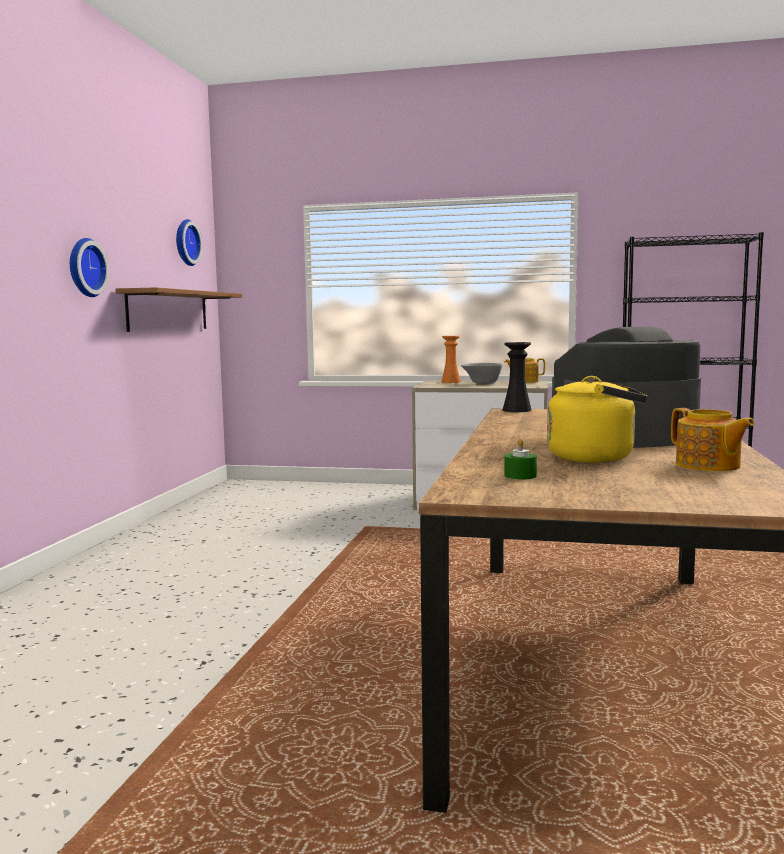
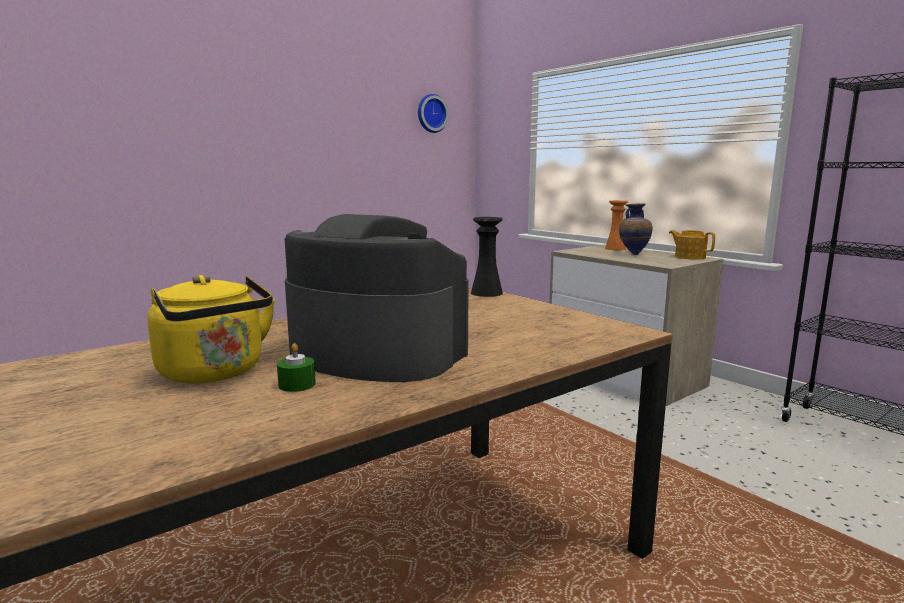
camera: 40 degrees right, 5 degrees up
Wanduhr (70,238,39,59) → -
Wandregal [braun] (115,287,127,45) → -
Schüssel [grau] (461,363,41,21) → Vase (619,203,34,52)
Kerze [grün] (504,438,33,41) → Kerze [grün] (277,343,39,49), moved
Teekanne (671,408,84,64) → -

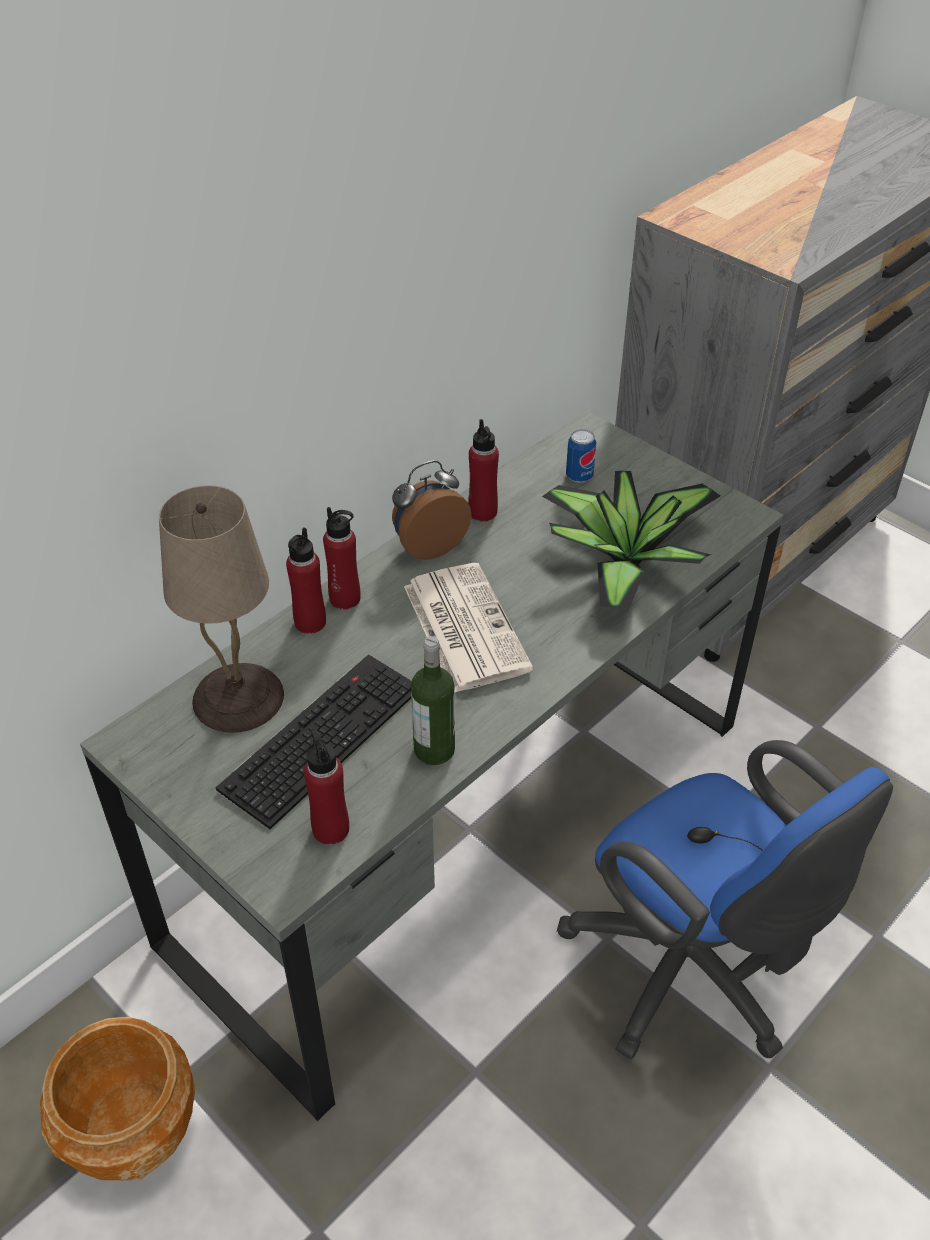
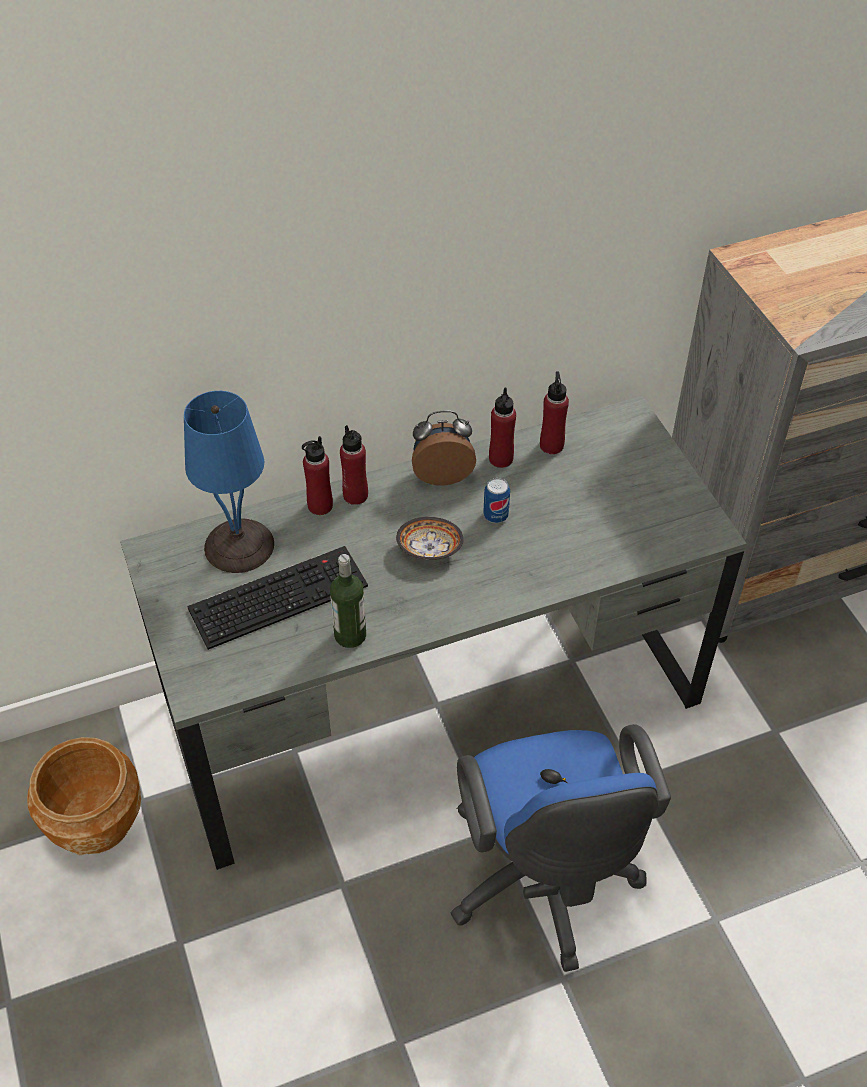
camera: 25 degrees right, 5 degrees up
Tischlampe [beige] (159,485,125,248) → Tischlampe [blau] (184,391,90,182)
Flasche [rot] (304,729,45,116) → Flasche [rot] (540,371,29,83), moved
Zeitung (404,563,129,129) → Schüssel (396,517,68,43)
Topfpflanze (542,470,178,143) → -
Dose (566,429,30,54) → Dose (483,478,27,45), moved

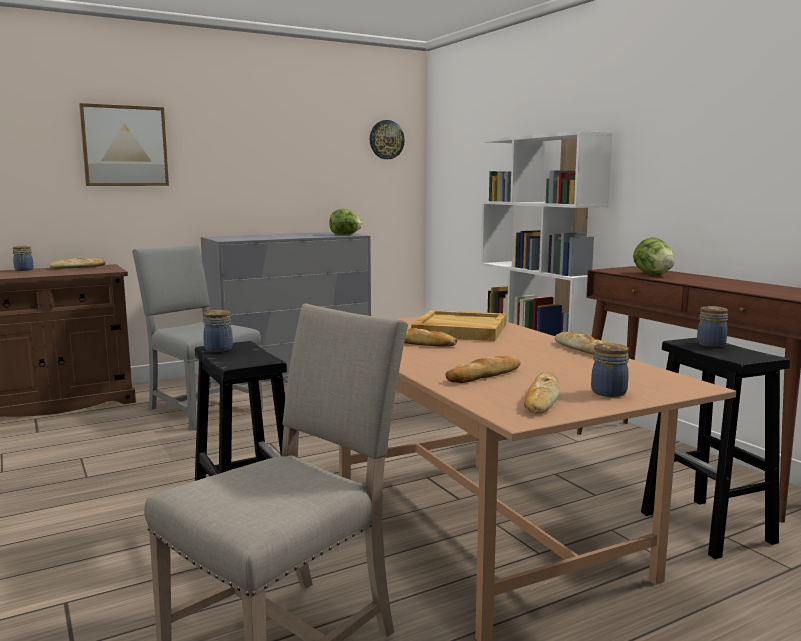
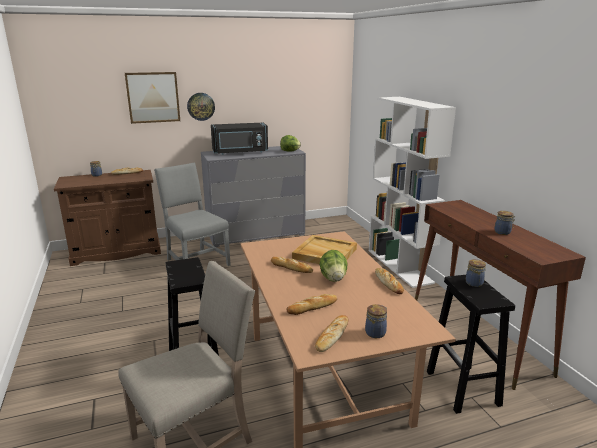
camera: 10 degrees right, 10 degrees up
Vorratsglas (203,310,30,42) → Vorratsglas (494,211,21,24), moved
Wanduhr (370,120,35,39) → Wanduhr (187,93,28,28), moved
Salatkopf (633,237,42,38) → Salatkopf (319,250,29,32), moved
- → Mikrowelle [schwarz] (211,122,57,33)

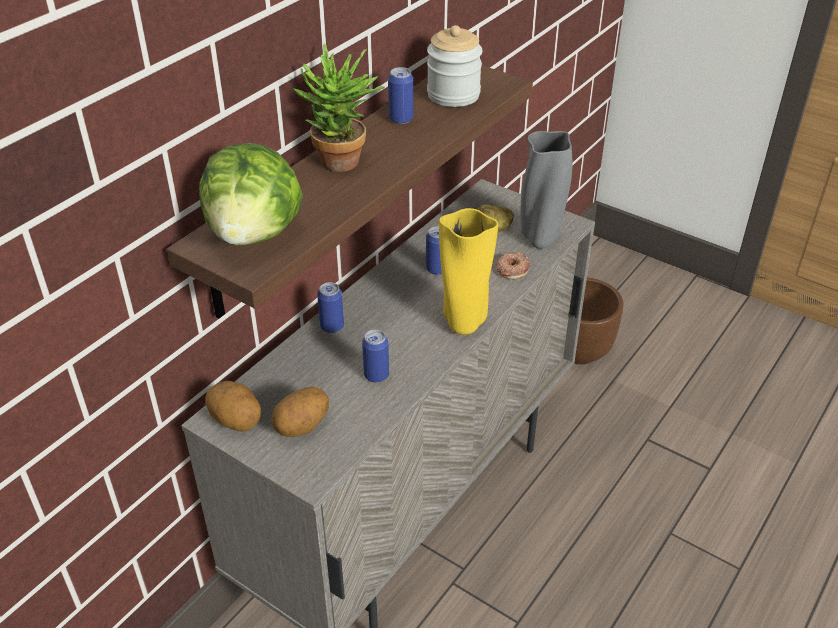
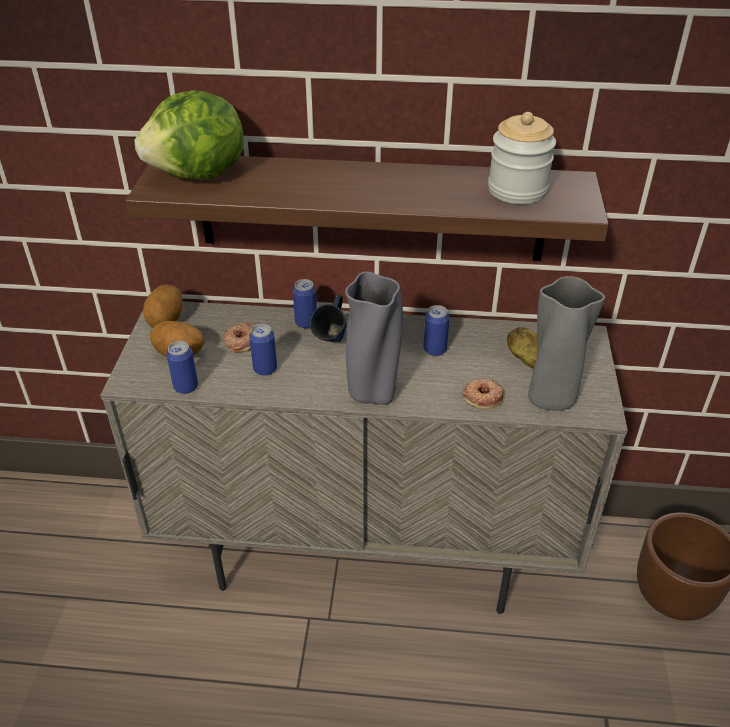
camera: 60 degrees right, 0 degrees up
Topfpflanze (292,44,93,128) → -
Dose (388,67,25,57) → Dose (166,341,32,53), moved
Vase [gelb] (439,208,59,127) → Vase [grau] (345,271,58,134)
- → Donut (223,323,30,29)
- → Henkelbecher [blau] (310,295,37,47)

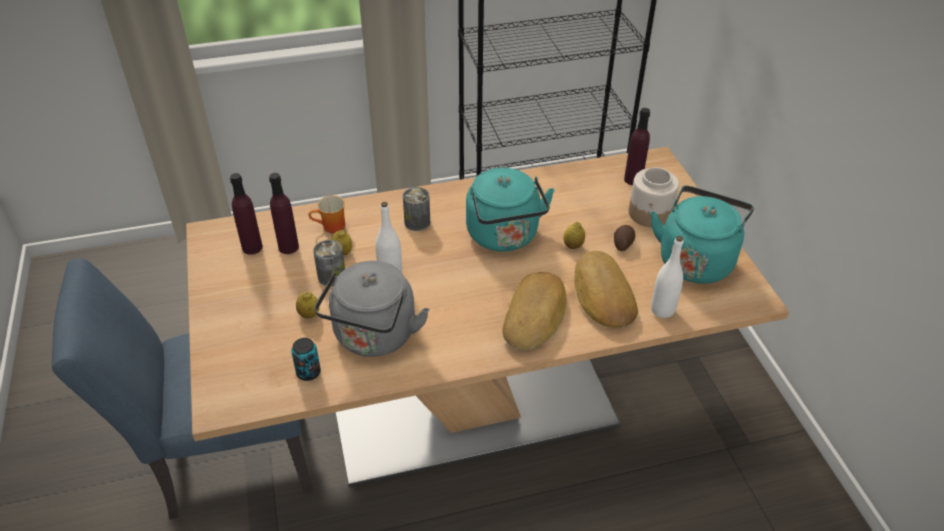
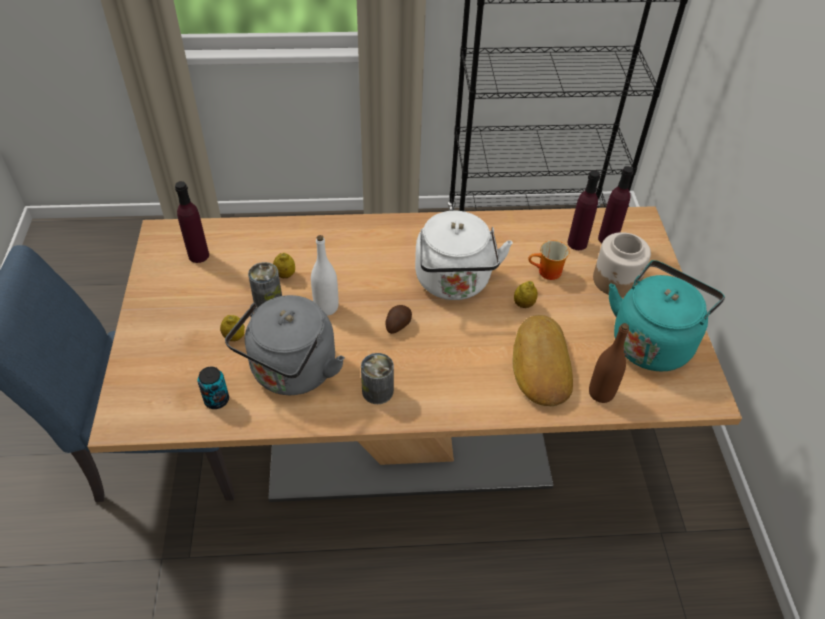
camera: 10 degrees right, 5 degrees up
Flasche [lila] (269,173,30,81) → Flasche [lila] (567,170,33,80), moved
Henkelbecher (308,195,37,38) → Henkelbecher (528,240,42,40), moved
Dose (403,187,27,44) → Dose (361,353,33,51), moved
Wasserkessel [türkis] (466,168,89,83) → Wasserkessel [weiß] (415,211,98,89)
Brot (502,272,64,78) → -
Kartoffel (614,225,21,26) → Kartoffel (386,305,26,29), moved
Flasche [weiß] (651,236,32,82) → Flasche [braun] (589,323,40,80)

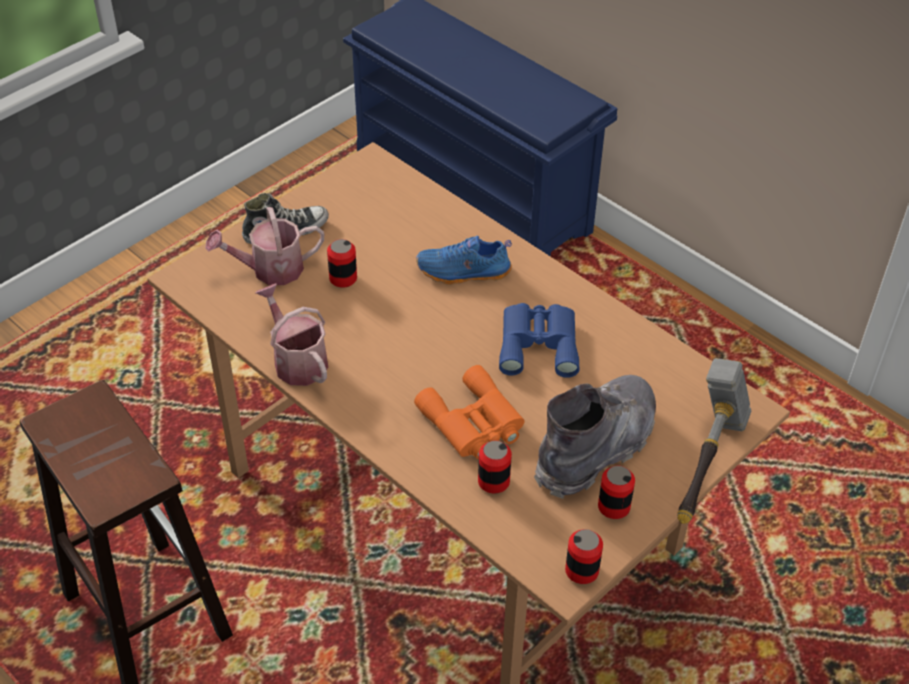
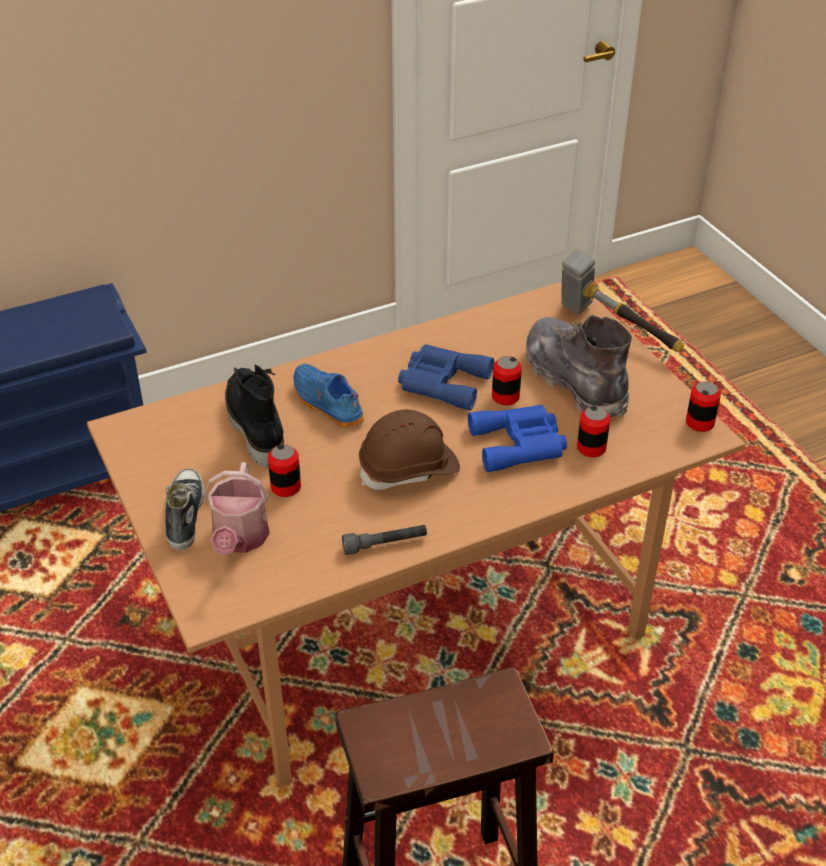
camera: 70 degrees left, 5 degrees down
Gießkanne (256,283,72,103) → Taschenlampe [grau] (342,525,85,30)
Fernglas [orange] (414,365,111,94) → Fernglas [blau] (468,405,99,67)
Schuh [blau] (416,236,96,49) → Schuh [blau] (293,364,72,64), 120 degrees clockwise
Dose (598,466,37,53) → Dose (492,356,30,49), moved
- → Stiefel [schwarz] (225,364,59,104)
- → Schutzhelm [braun] (359,409,101,81)

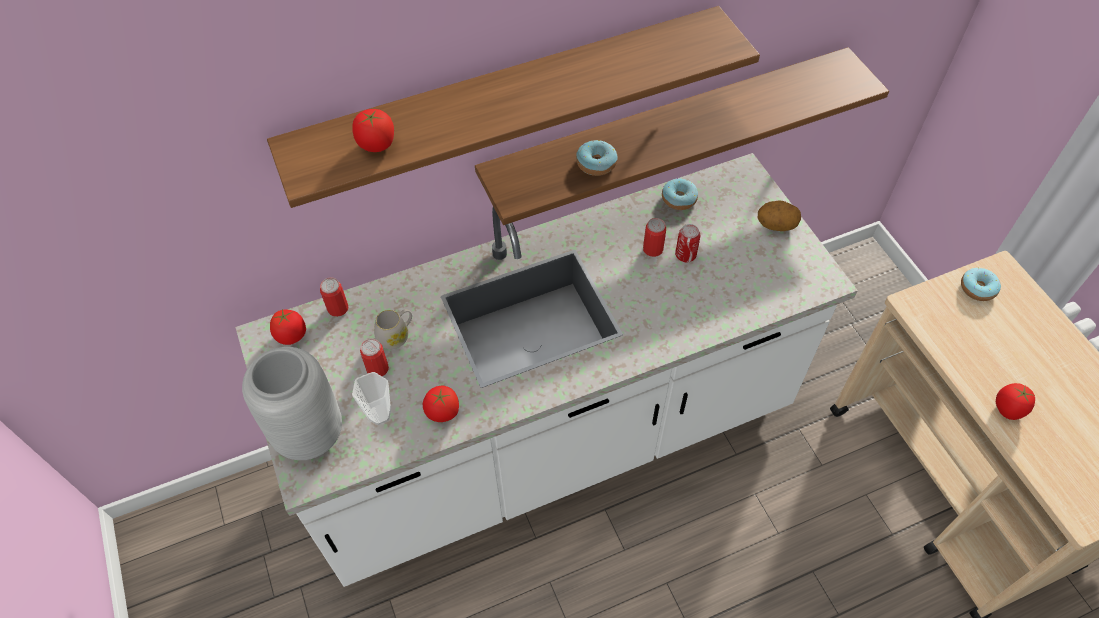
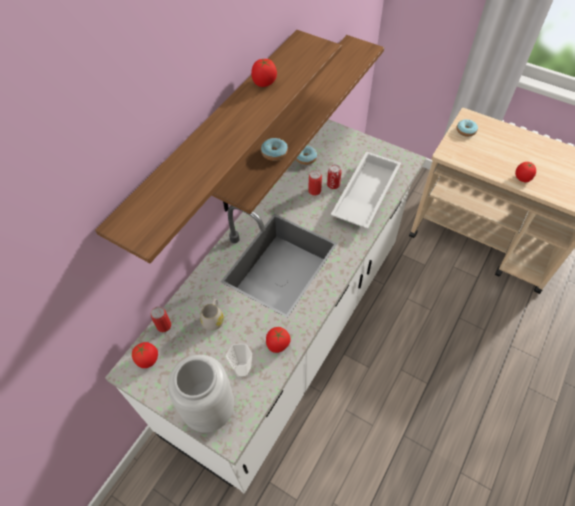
camera: 35 degrees left, 0 degrees up
Tomate (352,109,42,43) → Tomate (251,59,26,28), moved
Dose (360,339,29,37) → -
Kartoffel (758,200,43,31) → -
- → Tablett [weiß] (331,151,70,78)

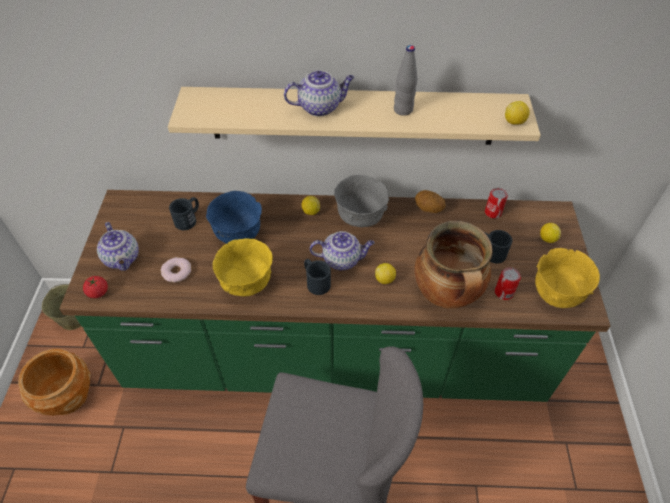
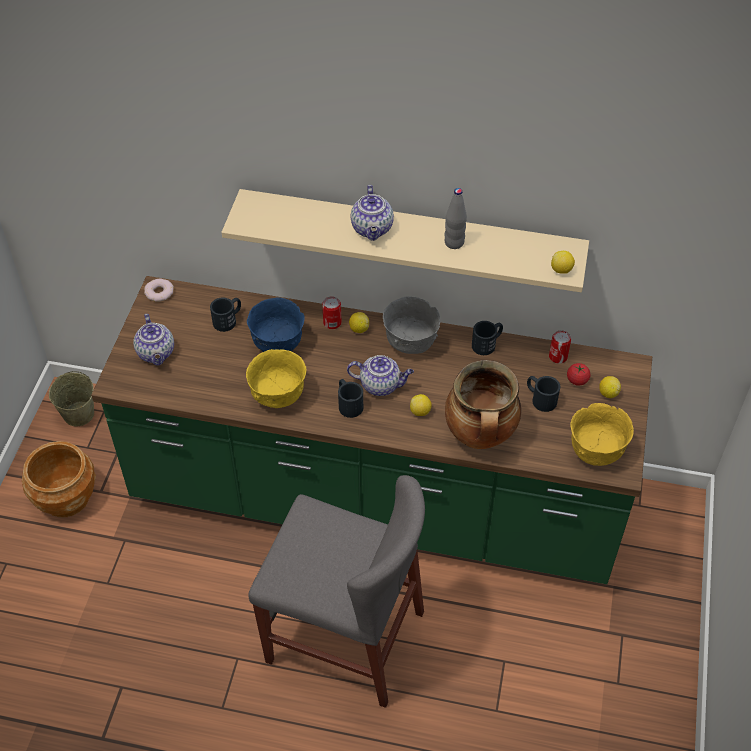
camera: 10 degrees right, 0 degrees up
Tomate (83,276,25,22) → Tomate (567,363,24,23), moved
Donut (161,257,30,26) → Donut (144,278,30,24), moved
Teekanne (284,70,70,47) → Teekanne (350,185,44,56), 90 degrees clockwise
Kartoffel (415,190,31,23) → Henkelbecher [schwarz] (472,321,31,34)
Dose (495,267,26,33) → Dose (322,296,20,33), moved

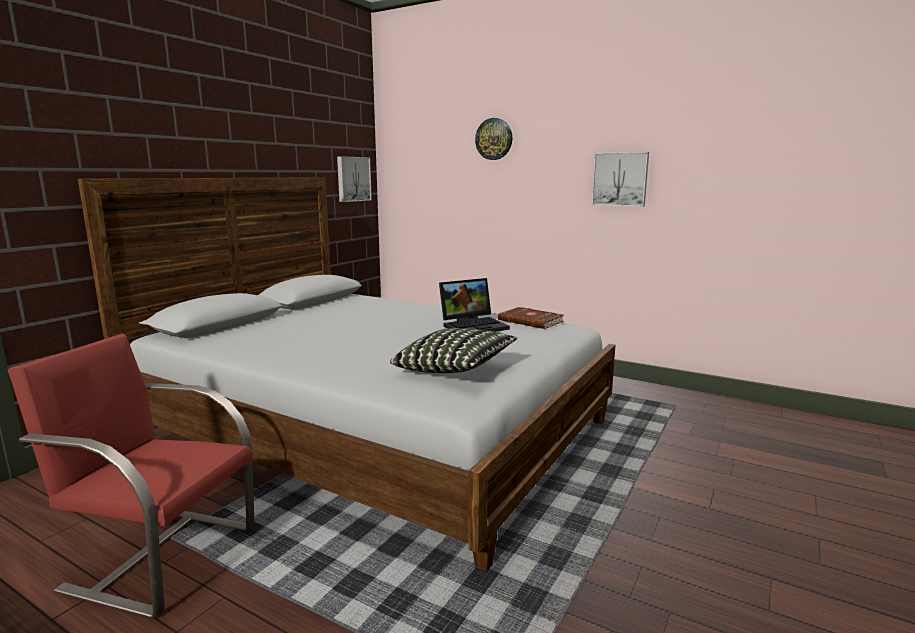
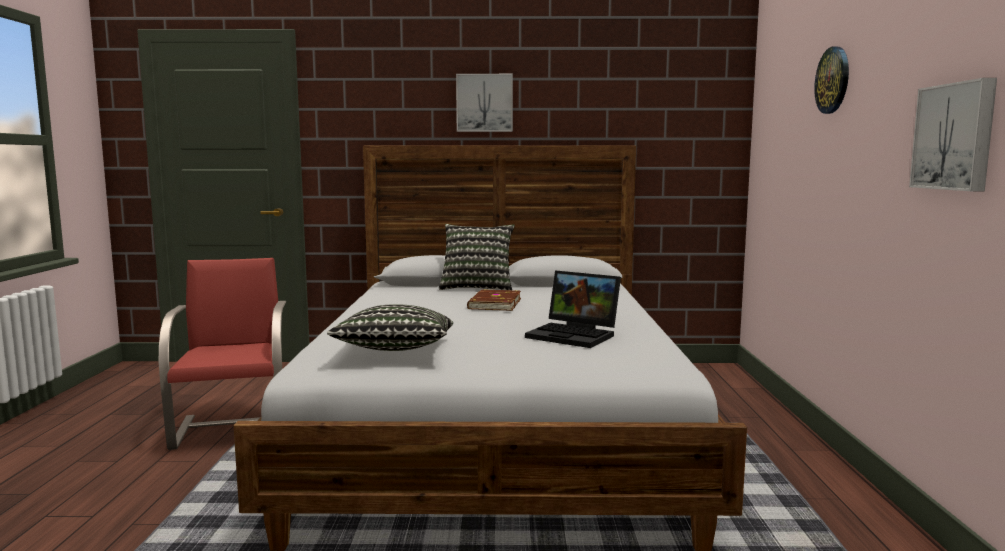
camera: 60 degrees right, 5 degrees down
Bild (337,156,35,46) → Bild (456,74,57,58), moved
Buch [braun] (498,307,66,22) → Buch [braun] (467,289,54,22), moved
- → Kissen (439,224,76,66)

